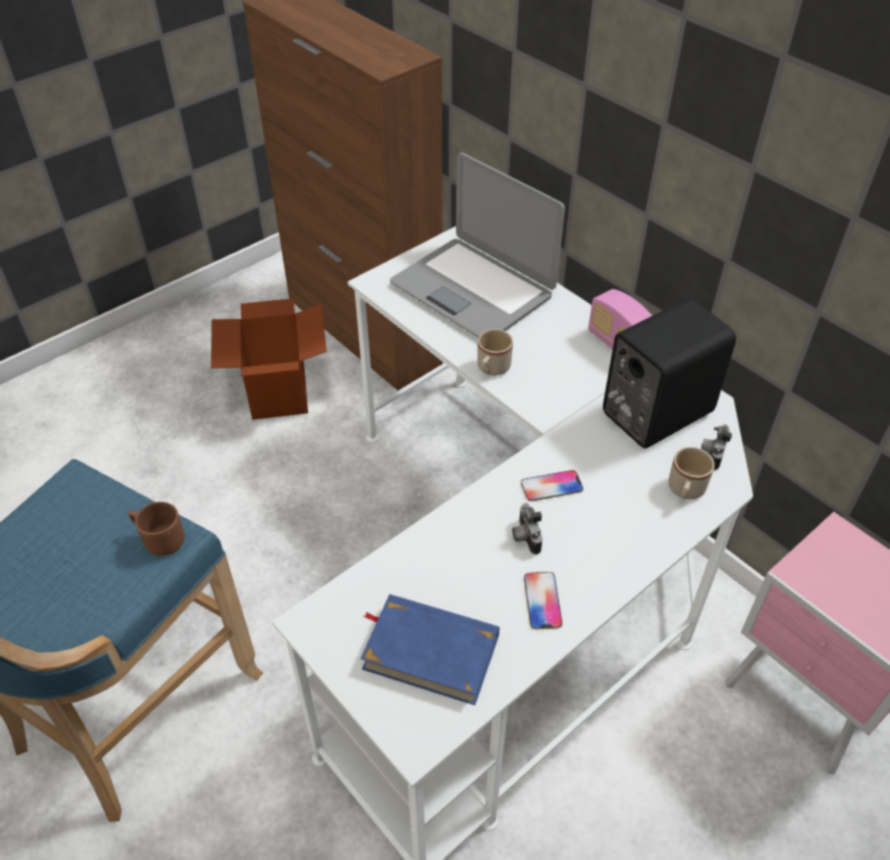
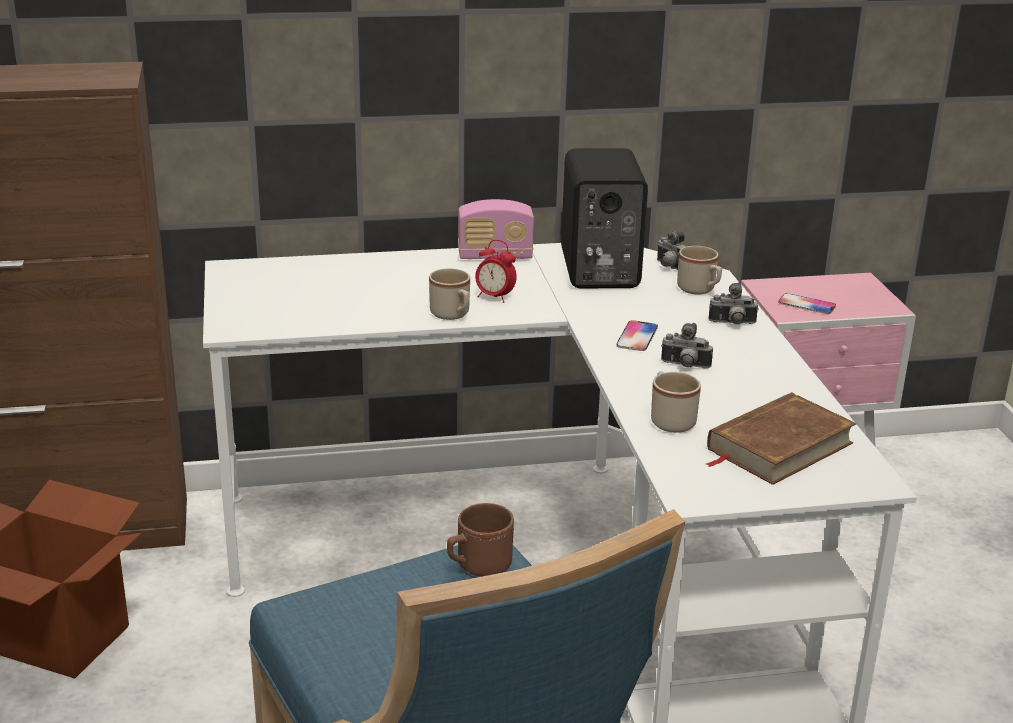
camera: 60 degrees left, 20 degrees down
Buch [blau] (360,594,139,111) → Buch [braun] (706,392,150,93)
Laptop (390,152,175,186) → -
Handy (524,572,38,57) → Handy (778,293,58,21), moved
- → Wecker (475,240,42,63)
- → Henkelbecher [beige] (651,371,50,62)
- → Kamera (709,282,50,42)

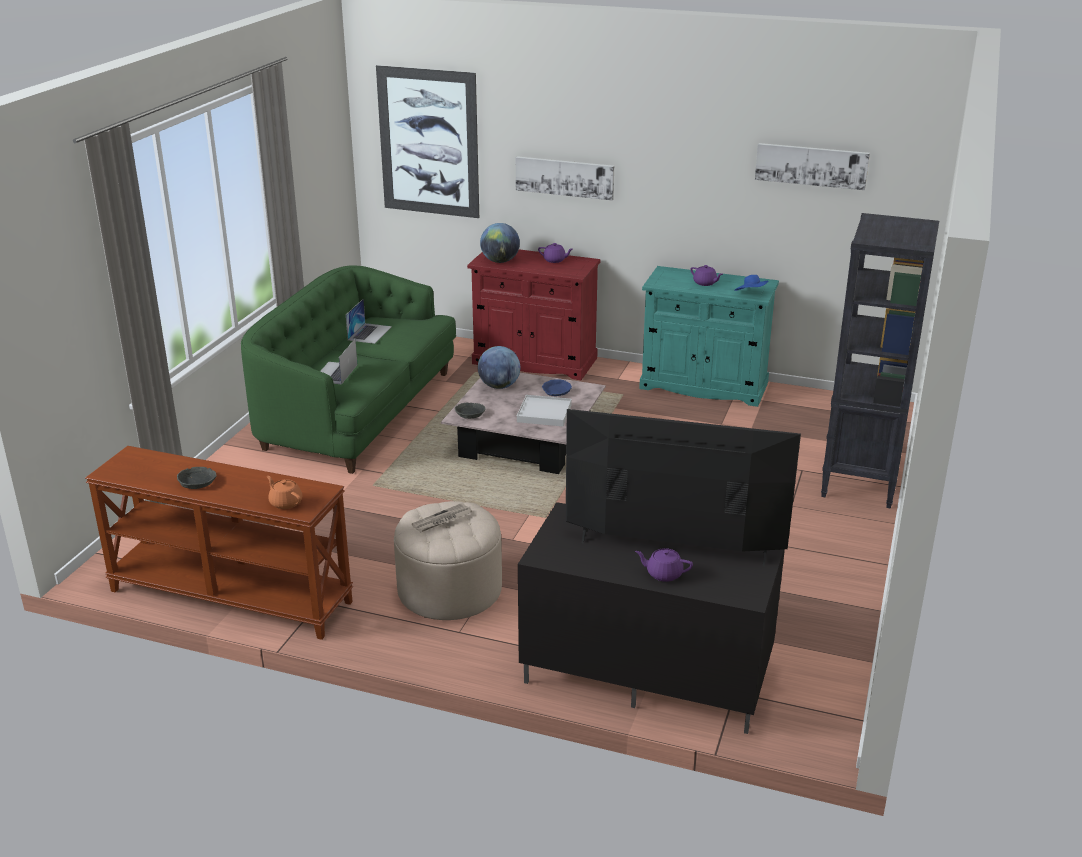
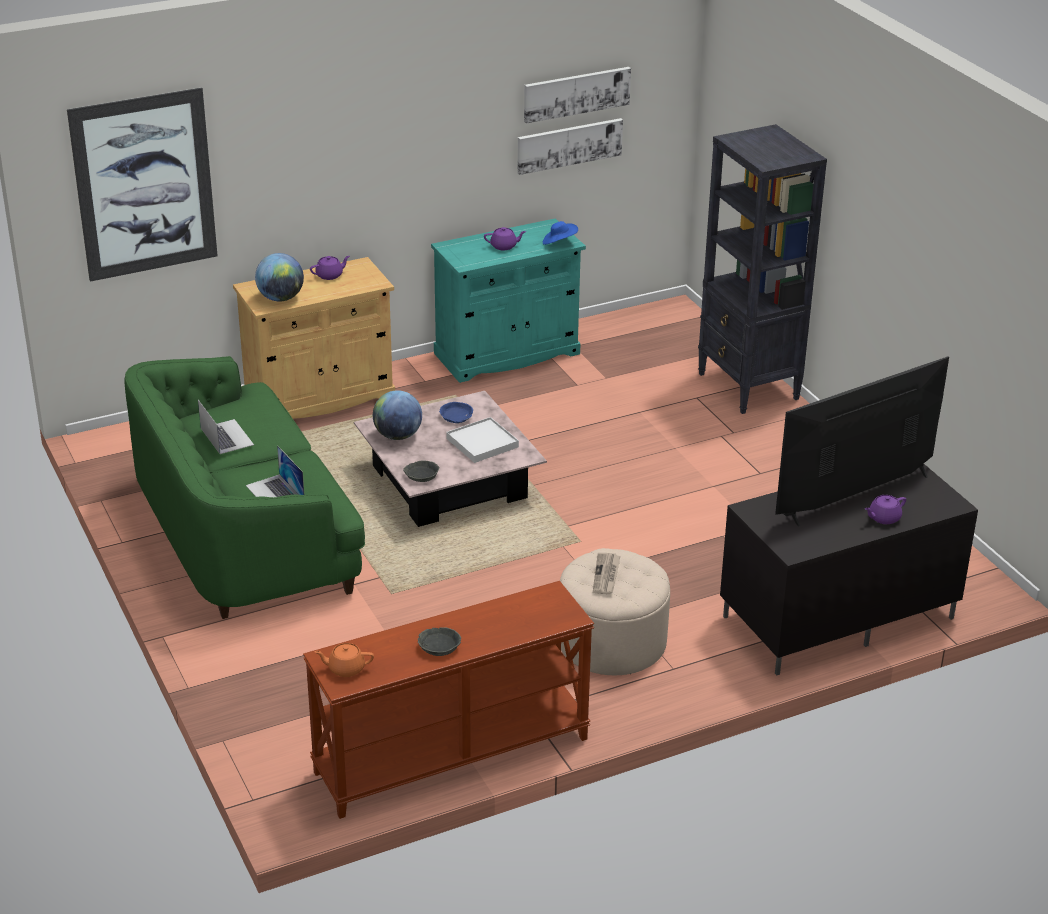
camera: 45 degrees left, 5 degrees up
Teekanne [orange] (267,476,35,33) → Teekanne [orange] (314,643,60,34), moved
Schrank [rot] (467,249,133,131) → Schrank [beige] (233,257,162,162)
Bild (516,156,98,44) → Bild (517,118,106,57), moved

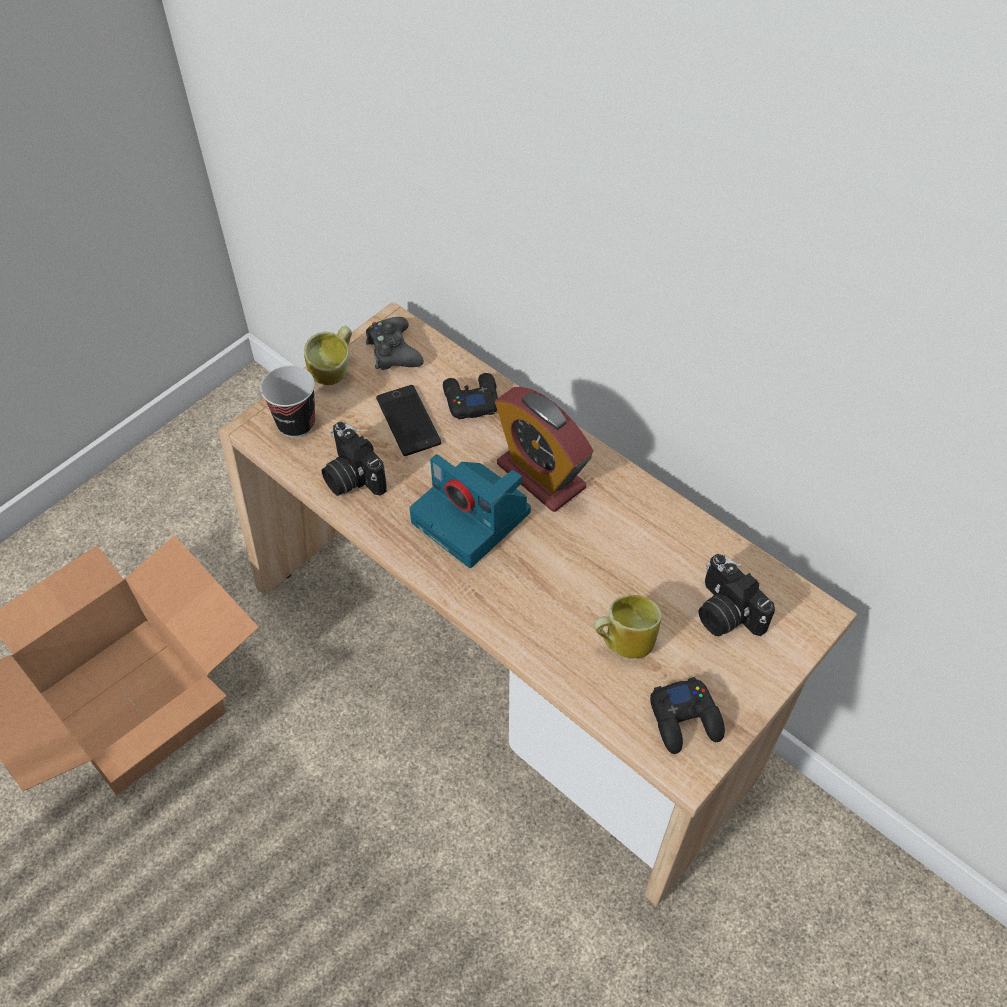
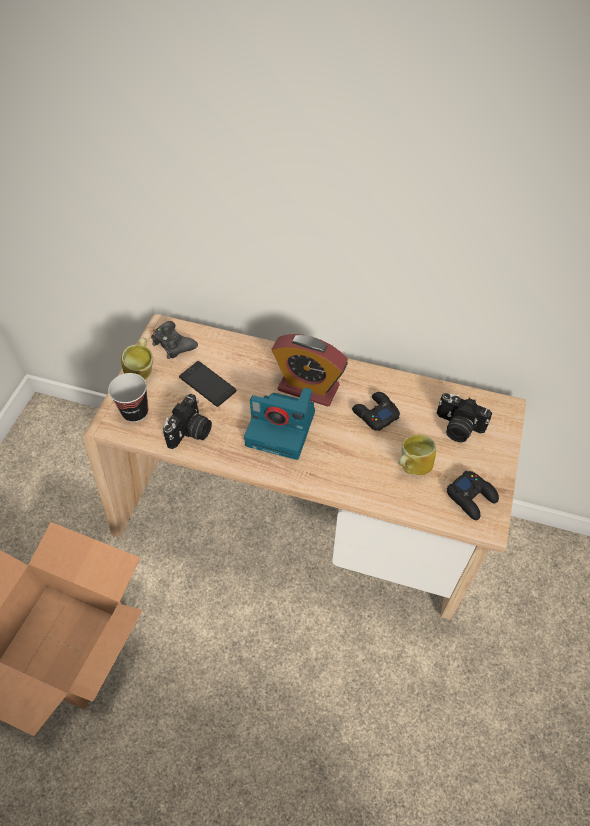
camera: 25 degrees left, 0 degrees up
Kamera (322,422,65,74) → Kamera (163,394,49,55), 90 degrees counterclockwise
Gamepad [schwarz] (443,373,55,47) → Gamepad [schwarz] (352,392,48,39), moved

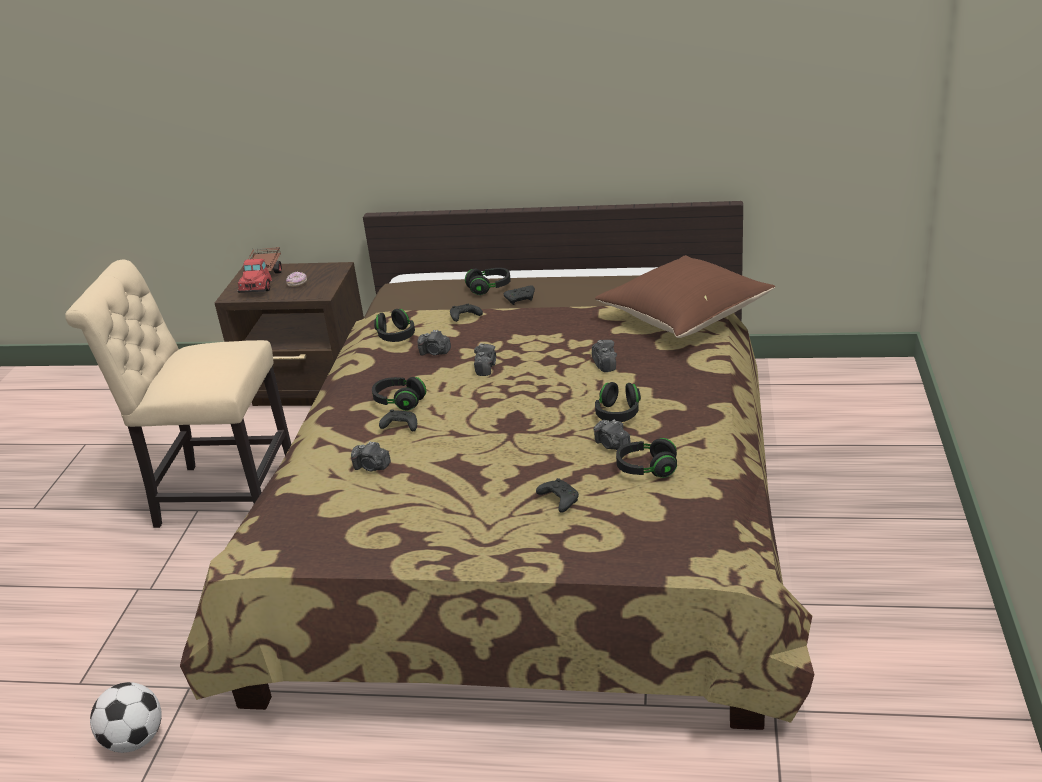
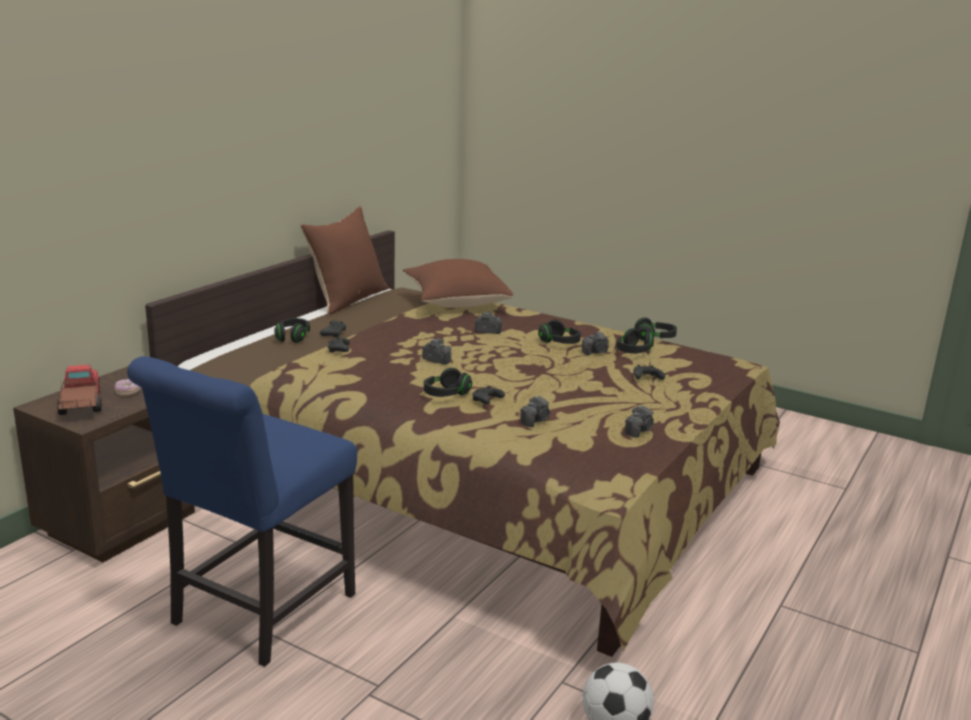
camera: 70 degrees left, 10 degrees down
Stuhl [beige] (65,260,226,268) → Stuhl [blau] (127,356,230,311)
Spielzeuglaster (238,247,44,46) → Spielzeuglaster (57,365,45,50), 135 degrees counterclockwise
Kopfhörer [schwarz] (374,309,41,33) → Kopfhörer [schwarz] (634,318,43,23), moved
Kamera (418,330,33,26) → Kamera (625,405,29,33), moved
- → Kissen [braun] (300,206,88,109)

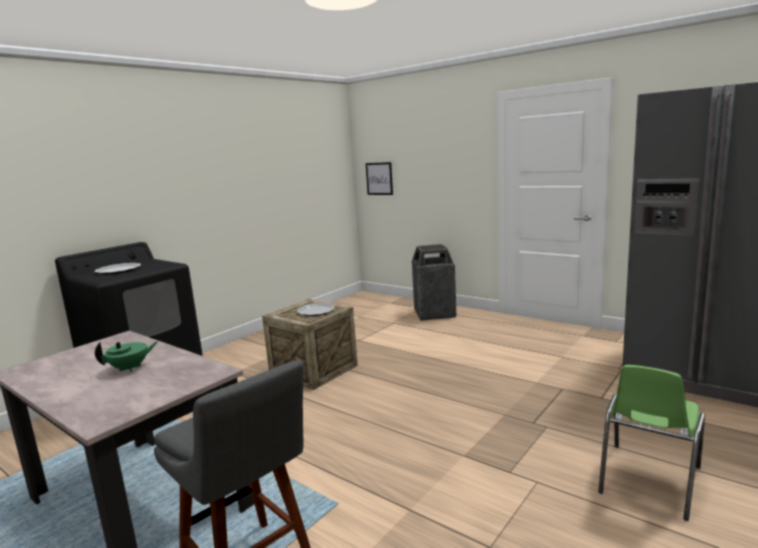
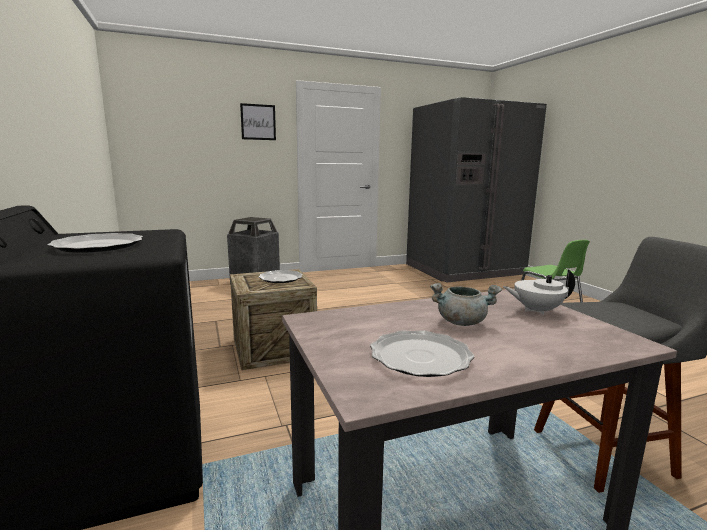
camera: 60 degrees left, 0 degrees up
Teekanne [grün] (95,341,63,31) → Kochtopf [grau] (430,283,72,43)
Bild (366,162,27,33) → Bild (240,103,36,37), moved
- → Teller (370,330,104,47)
- → Teekanne [weiß] (503,270,72,45)

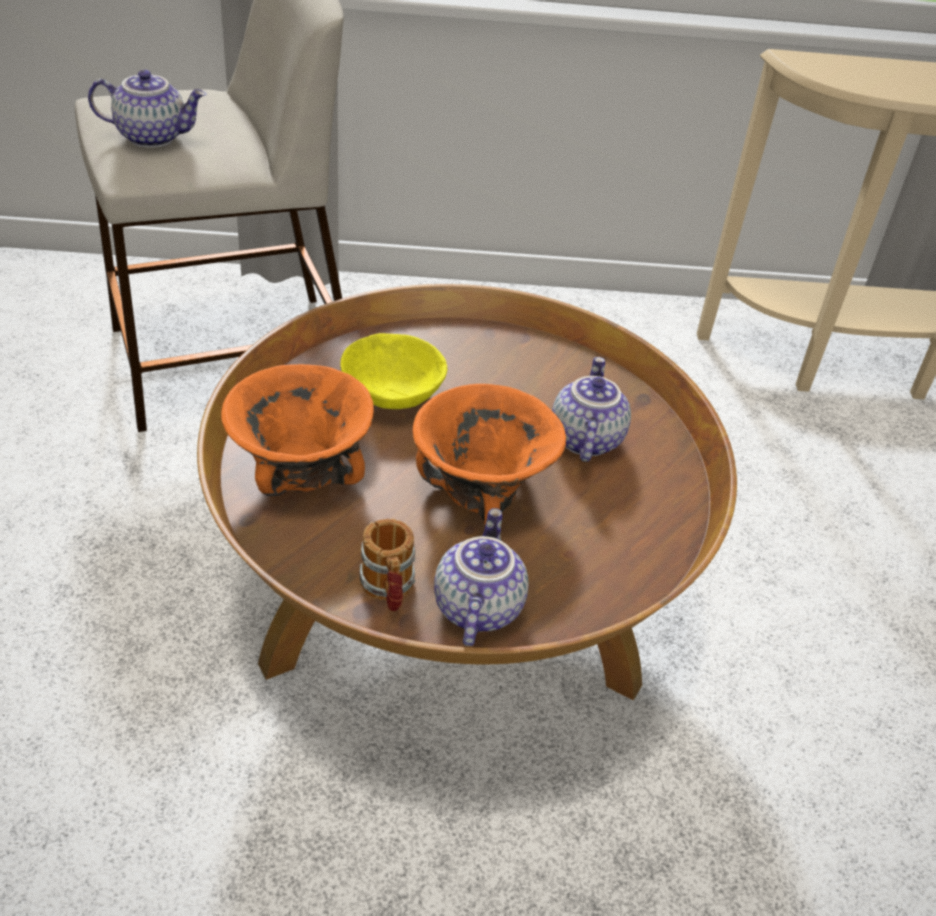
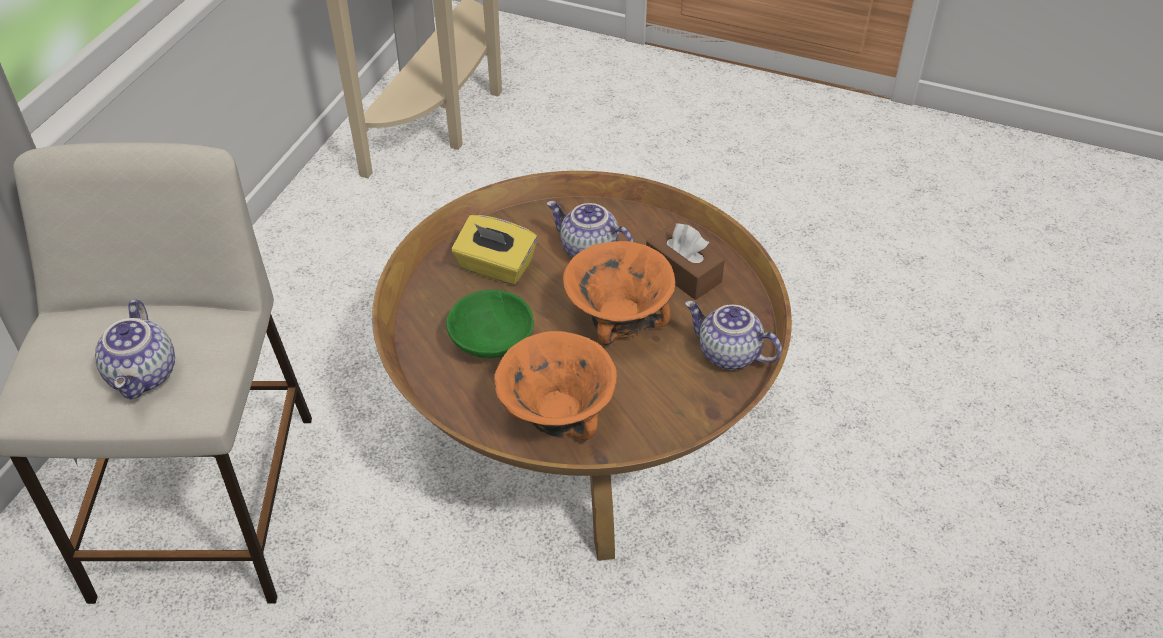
camera: 65 degrees left, 5 degrees up
Teekanne (88,70,118,78) → Teekanne (95,299,80,100), 150 degrees clockwise
Schüssel [gelb] (341,333,106,76) → Schüssel [grün] (446,290,88,68)
Henkelbecher (359,519,56,92) → -
- → Taschentuchbox [gelb] (452,215,85,70)
- → Taschentuchbox [braun] (646,223,79,77)

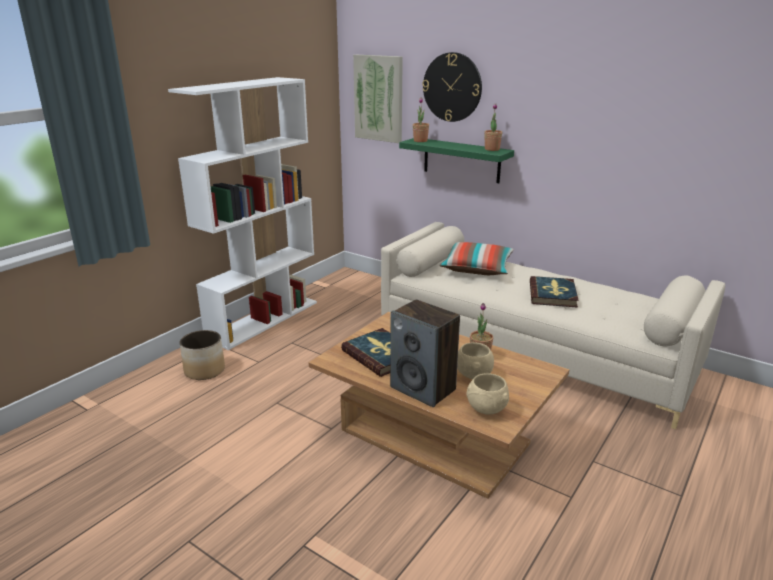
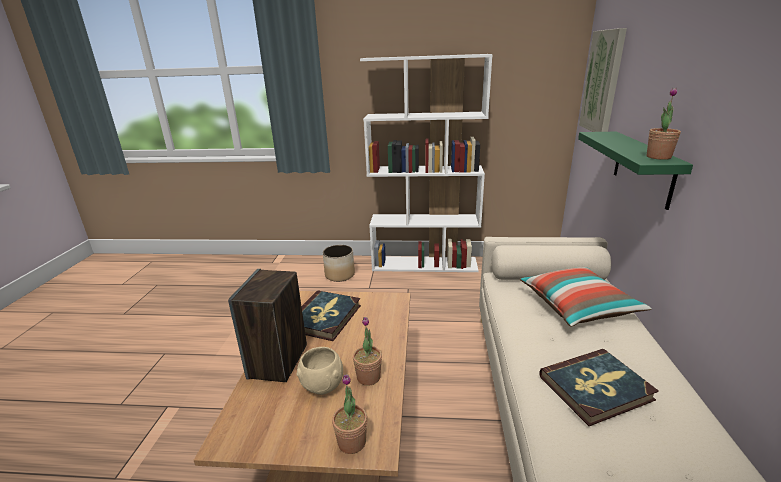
camera: 60 degrees right, 0 degrees up
Topfpflanze (413,98,16,44) → Topfpflanze (332,374,35,80), moved
Wanduhr (422,52,60,70) → -
Schüssel [beige] (466,373,43,42) → -

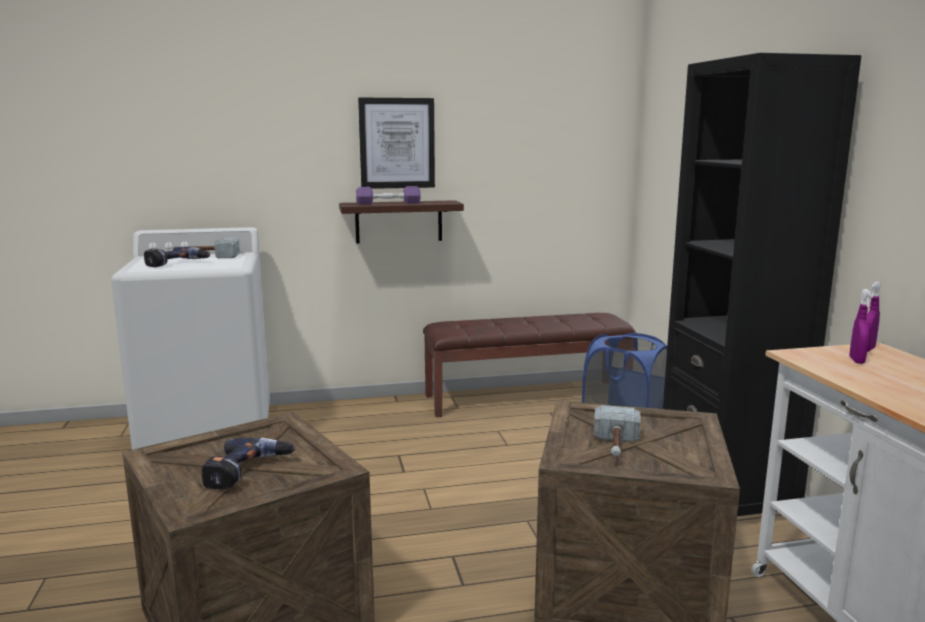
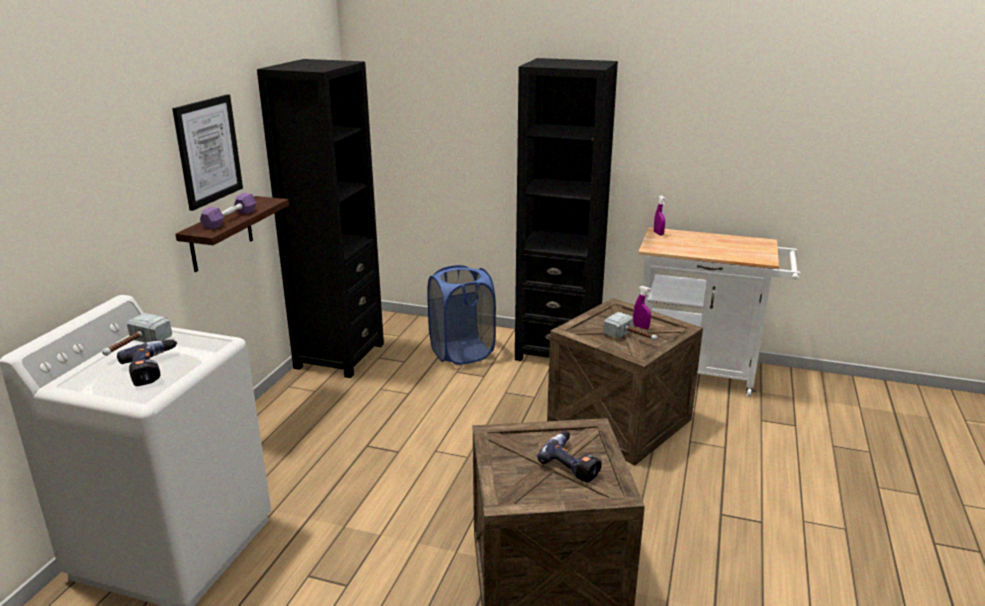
camera: 60 degrees left, 10 degrees up
Bank [braun] (423,313,213,104) → Bücherregal [schwarz] (257,59,127,319)
Sprühflasche [lila] (849,289,23,75) → Sprühflasche [lila] (633,286,18,43), moved

